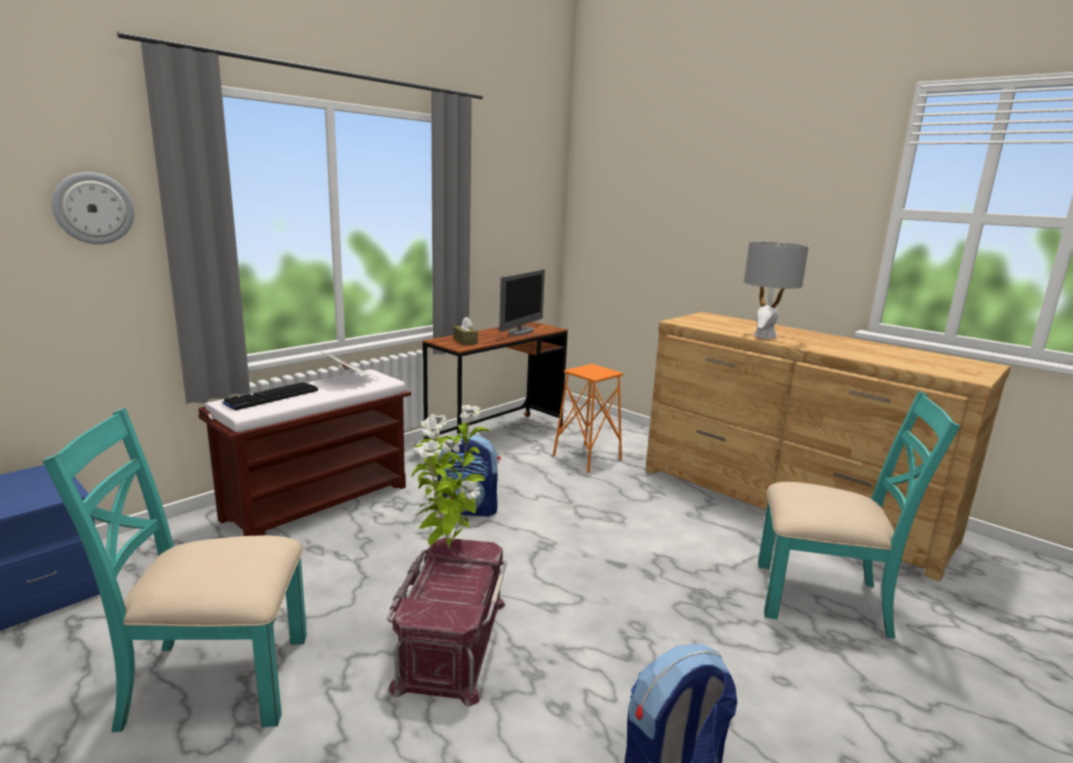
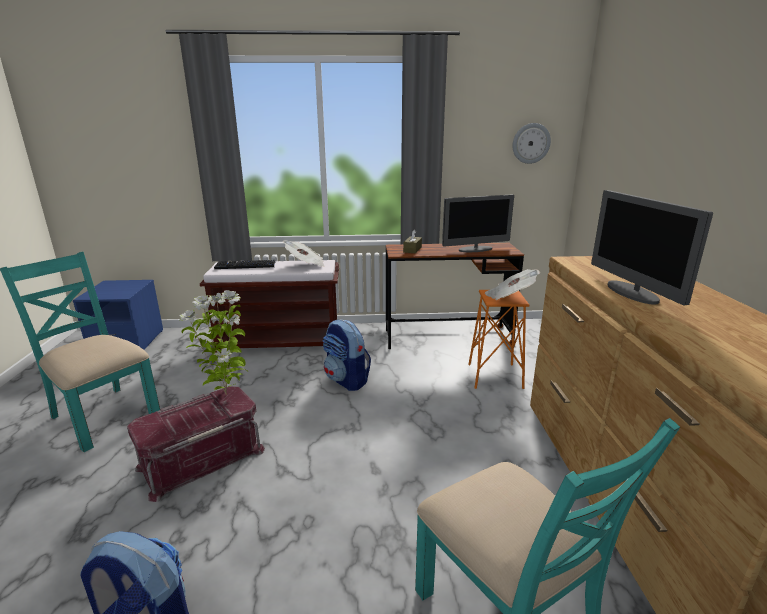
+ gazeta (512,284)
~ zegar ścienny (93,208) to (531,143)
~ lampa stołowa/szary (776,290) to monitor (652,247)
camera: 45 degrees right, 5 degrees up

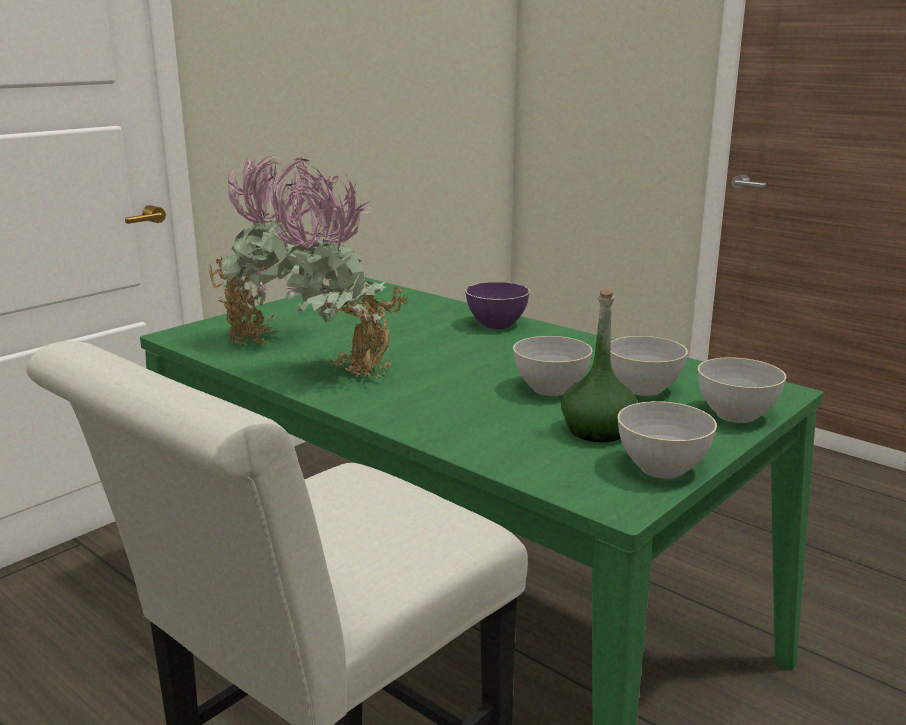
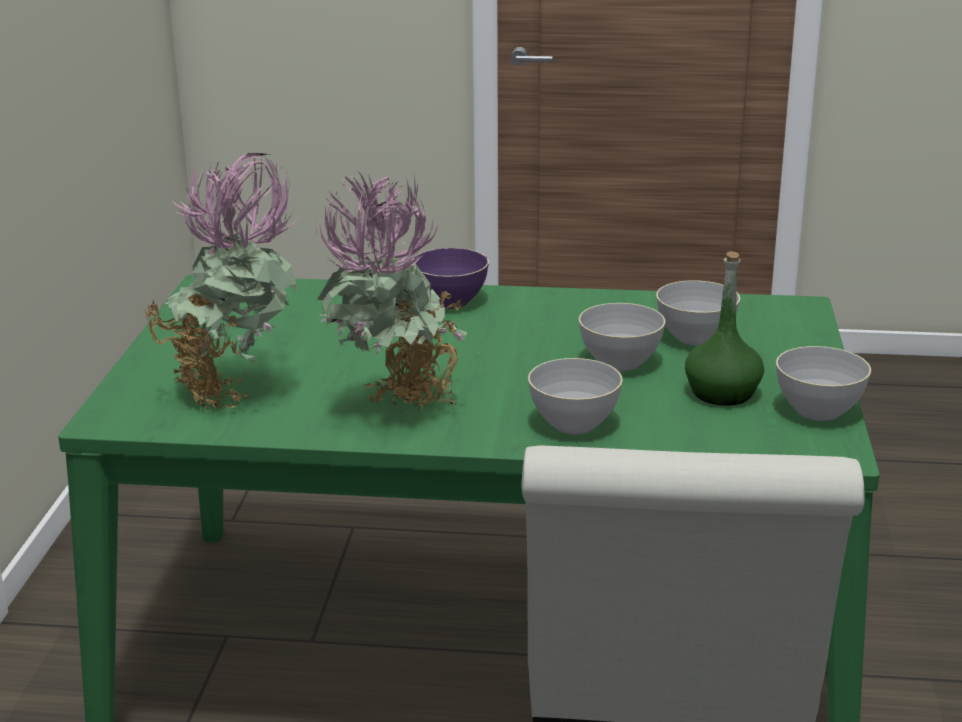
~ miska/szary (742,390) to (575,396)
camera: 35 degrees left, 5 degrees up

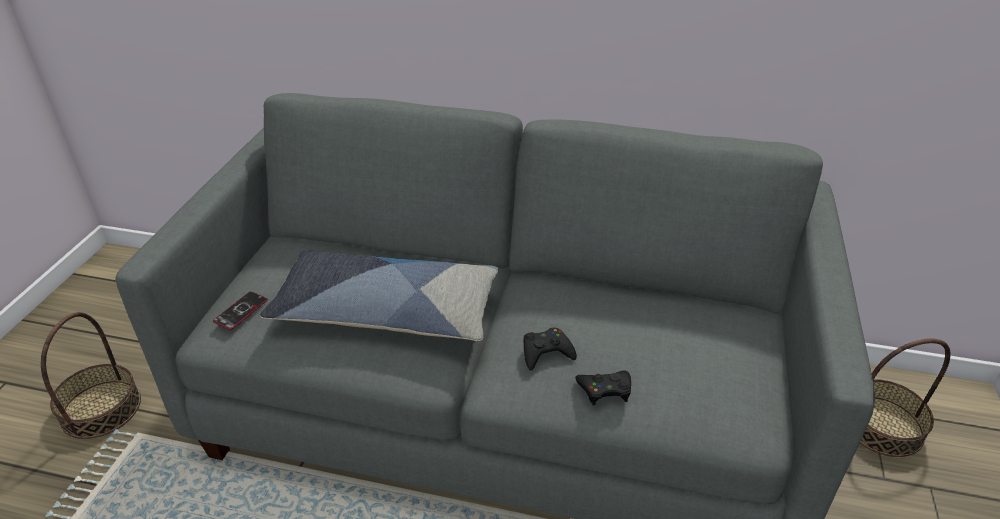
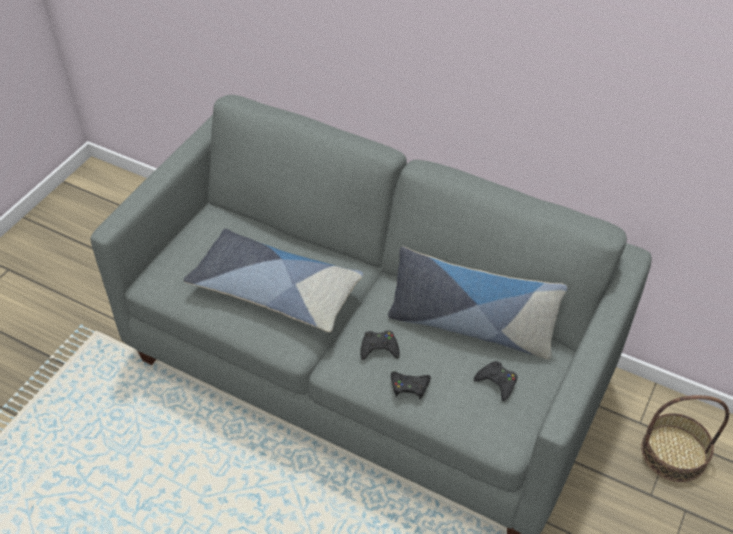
+ poduszka (478,302)
+ pad do gier/czarny (496,381)
- koszyk (91,375)
- telefon (240,310)
camera: 15 degrees right, 10 degrees up

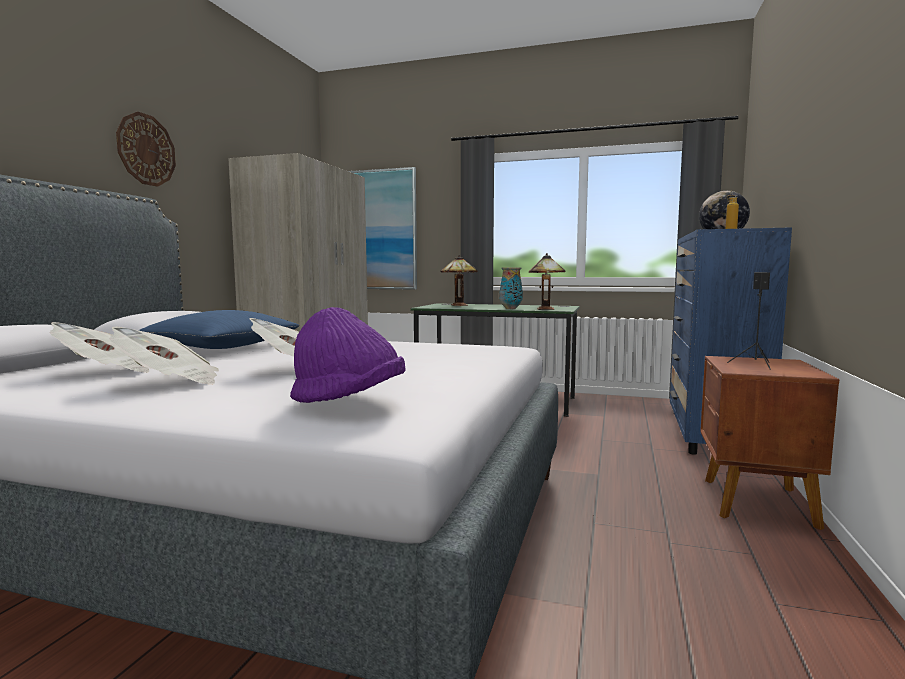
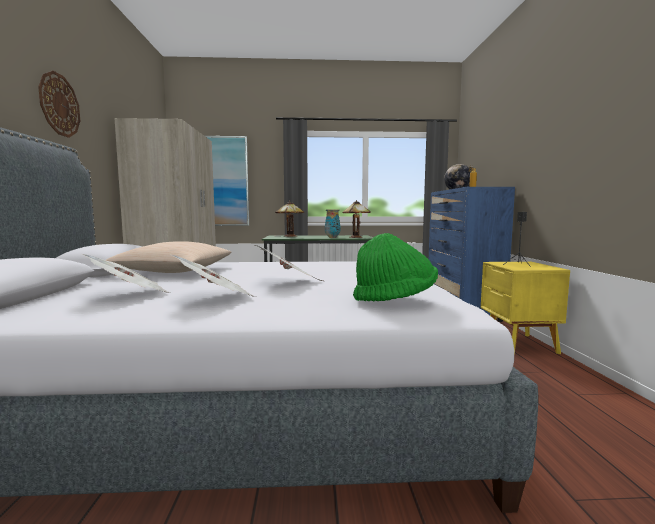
~ poduszka/niebieski (219,329) to poduszka/beżowy (169,257)
~ kapelusz/fioletowy (348,355) to kapelusz/zielony (395,267)
~ szafka nocna/brązowy (769,443) to szafka nocna/żółty (525,308)
camera: 20 degrees left, 0 degrees up

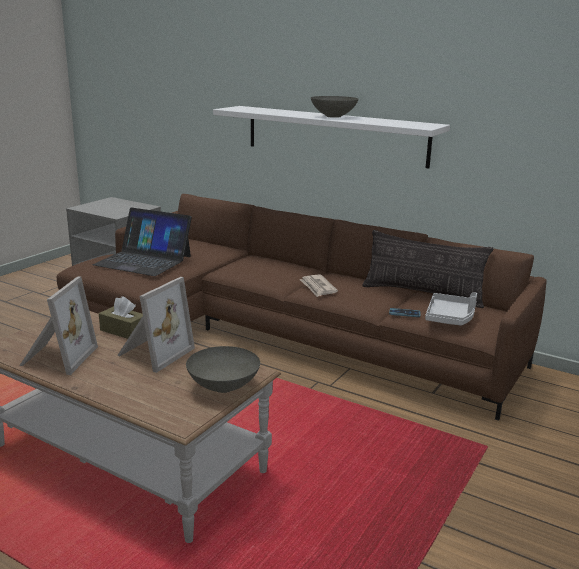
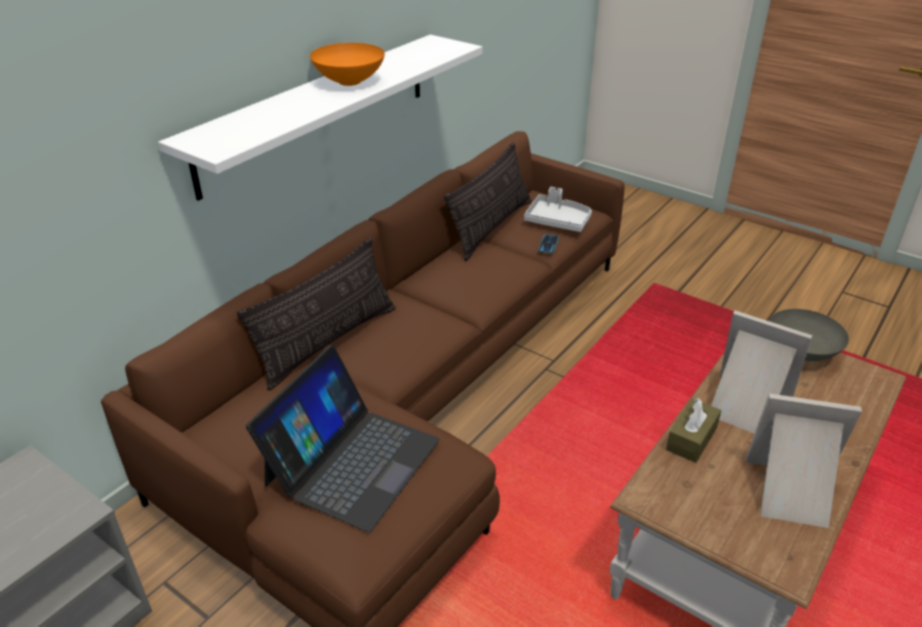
+ poduszka (316,313)
~ miska/szary (335,107) to miska/pomarańczowy (347,64)
- gazeta (319,285)
camera: 85 degrees left, 15 degrees up

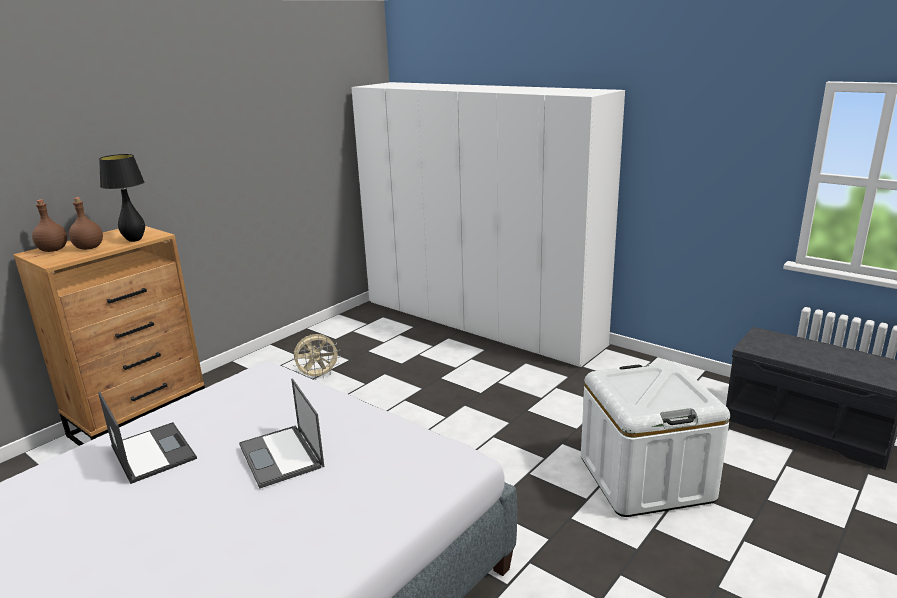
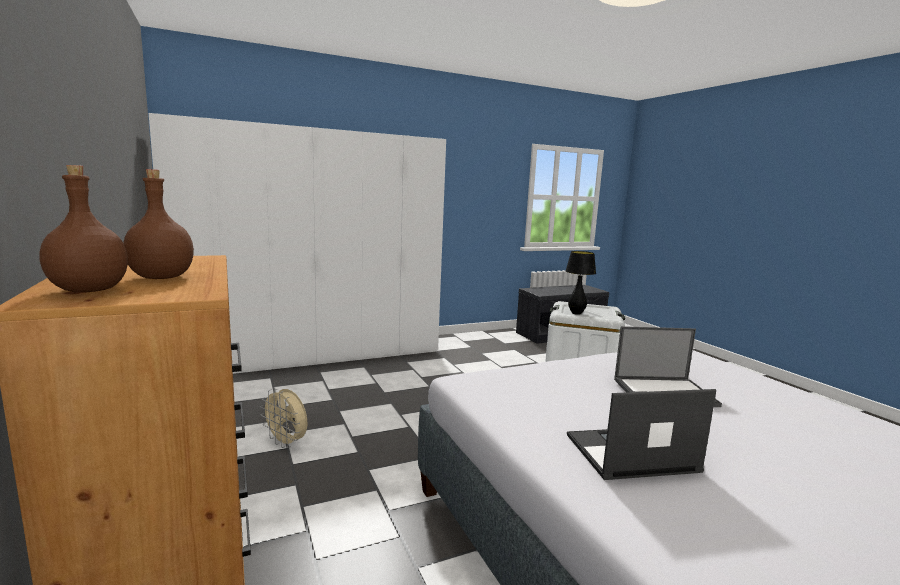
~ wentylator/beżowy (316,356) = (283,418) 120 degrees clockwise
~ lampa stołowa/czarny (122,198) to (581,283)
camera: 65 degrees left, 10 degrees down

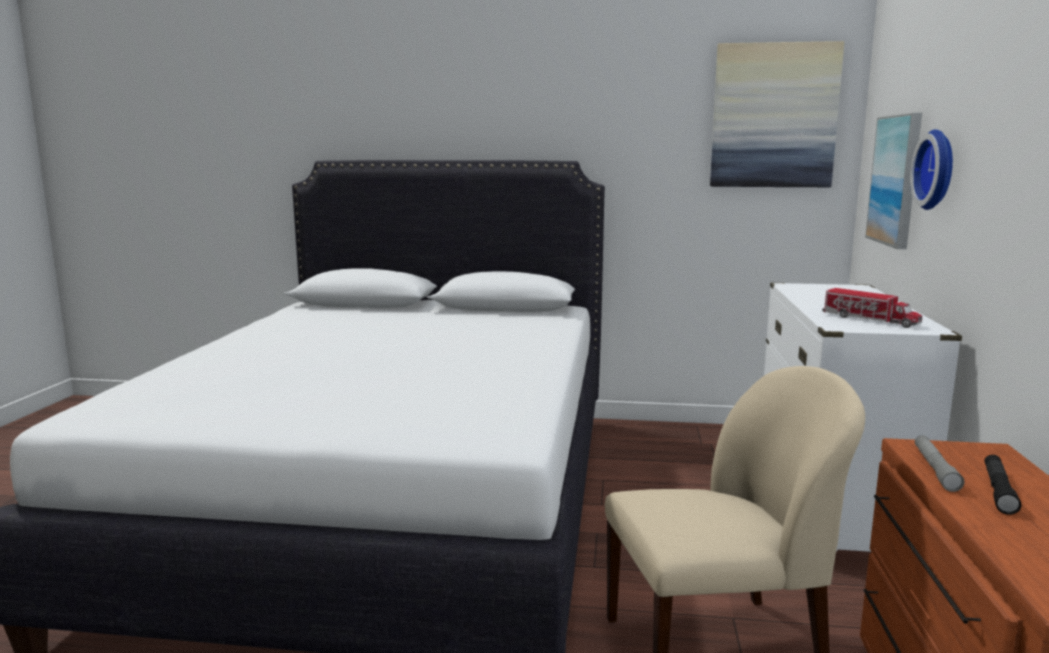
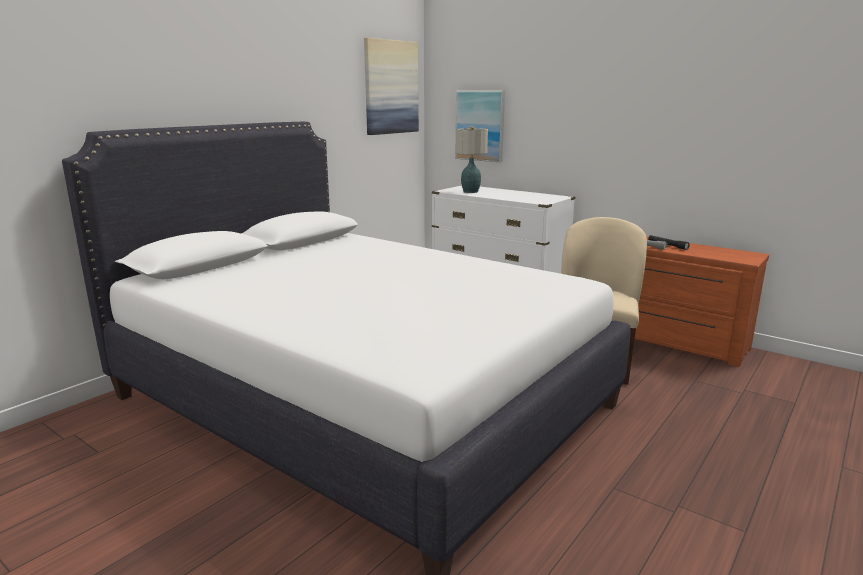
+ lampa stołowa (472,160)
- ciężarówka zabawkowa (872,308)
- zegar ścienny (931,169)
camera: 60 degrees left, 5 degrees up

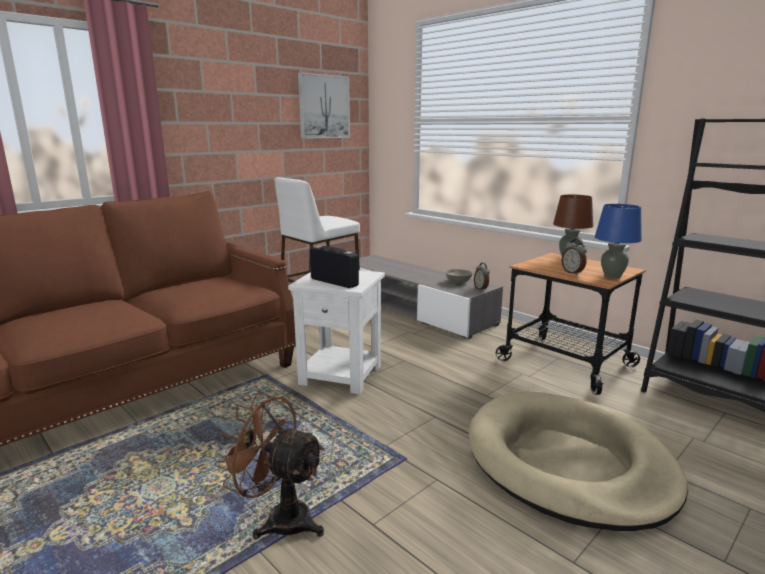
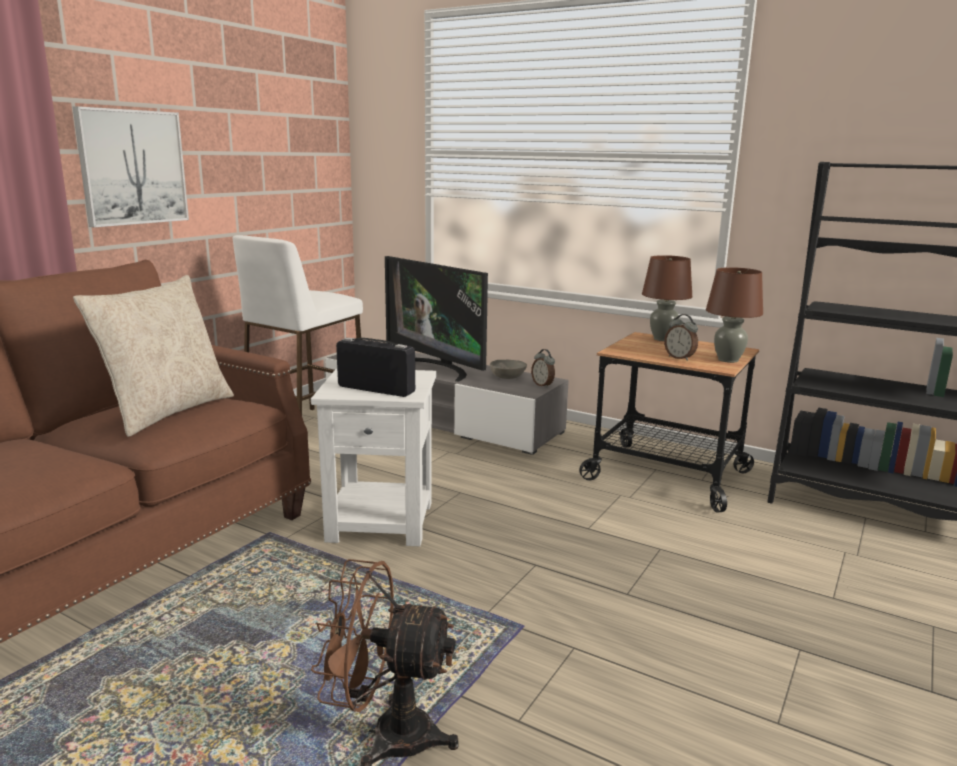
~ obraz (324,105) to (131,166)
+ poduszka/beżowy (153,356)
+ telewizor (436,319)
~ lampa stołowa/niebieski (618,241) to lampa stołowa/brązowy (734,315)
- legowisko/beżowy (578,461)
camera: 15 degrees left, 0 degrees up

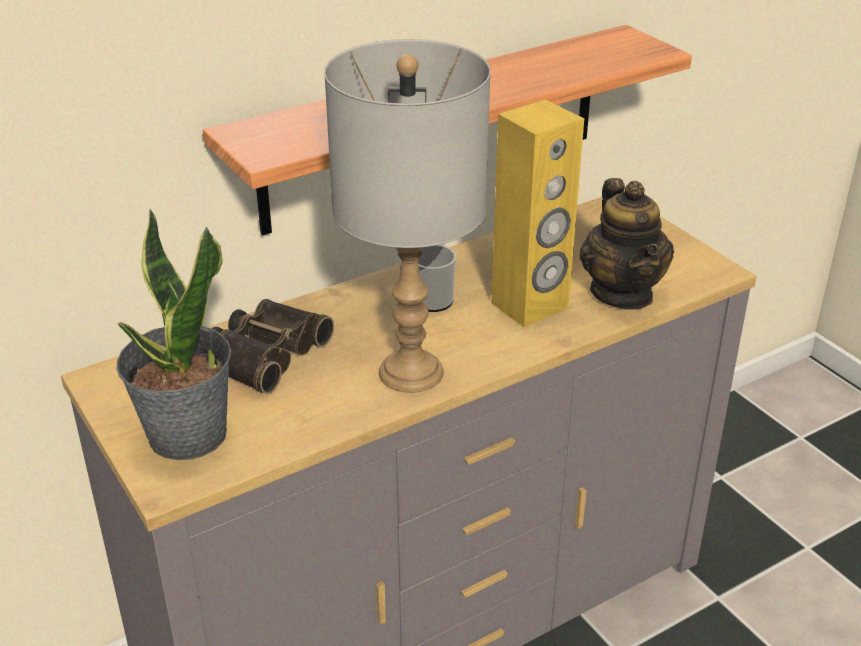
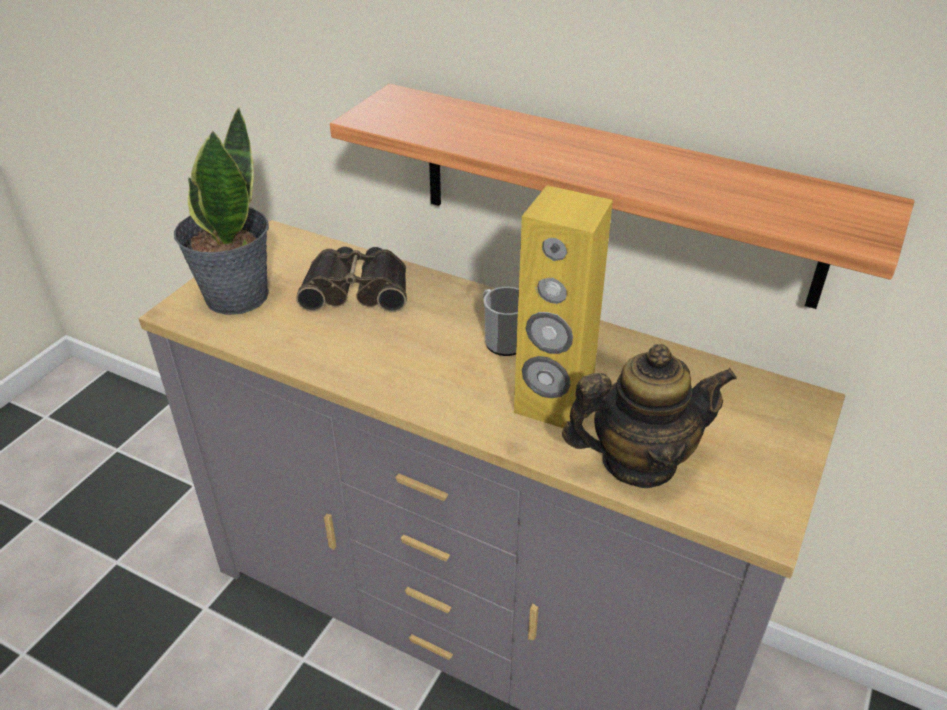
~ imbryk (627,244) = (649,416) 150 degrees counterclockwise
- lampa stołowa/szary (407,216)
camera: 60 degrees right, 5 degrees up

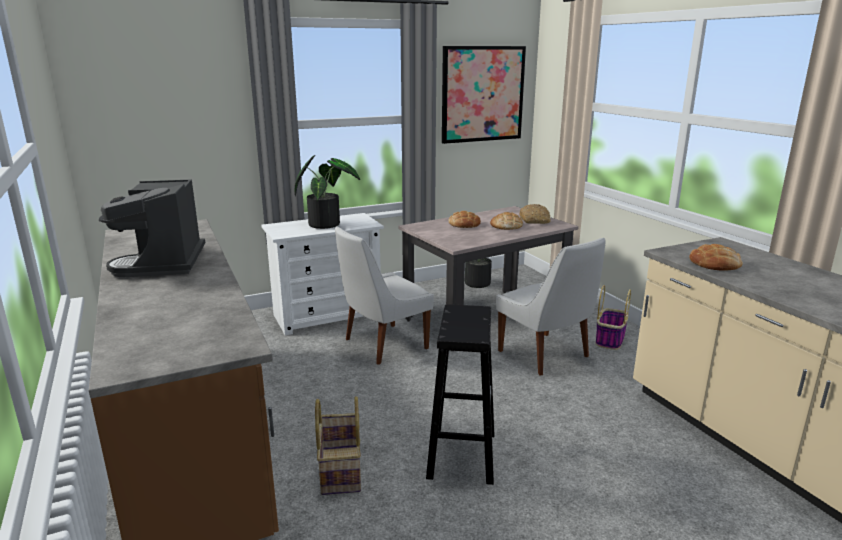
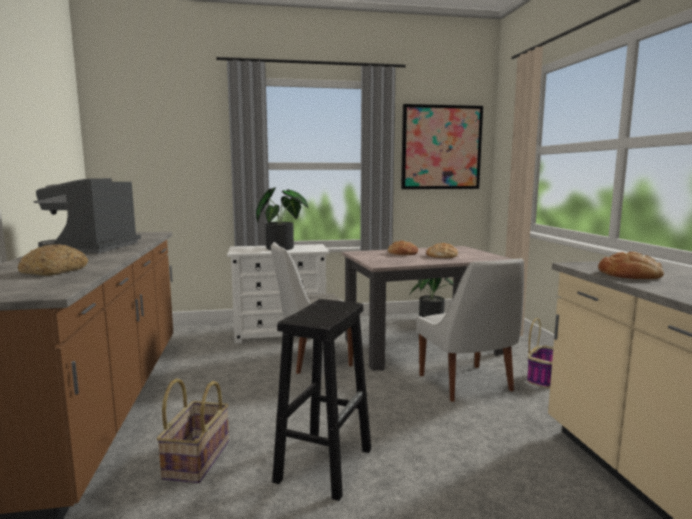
~ chleb (535,214) to (53,260)
camera: 15 degrees right, 10 degrees down

